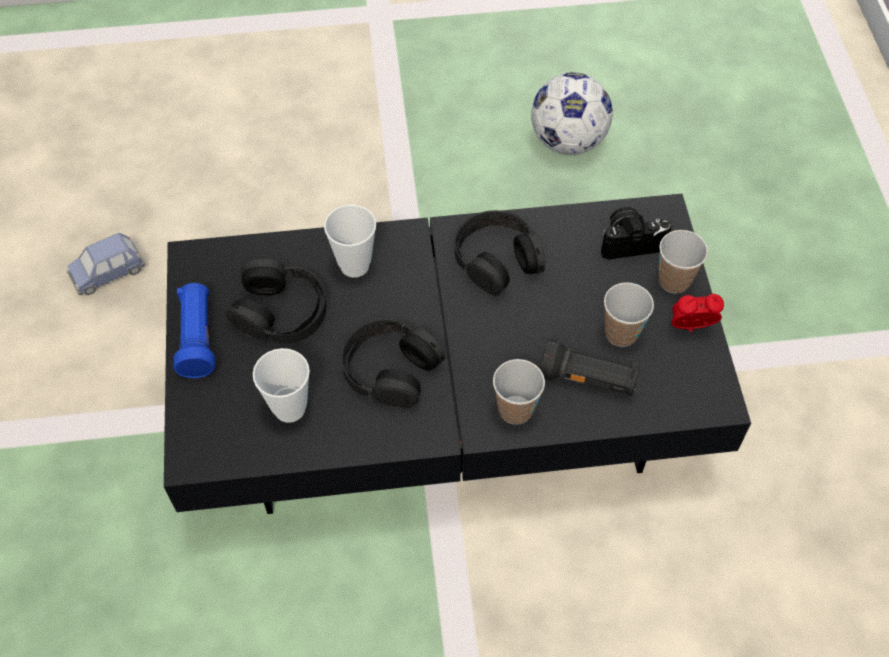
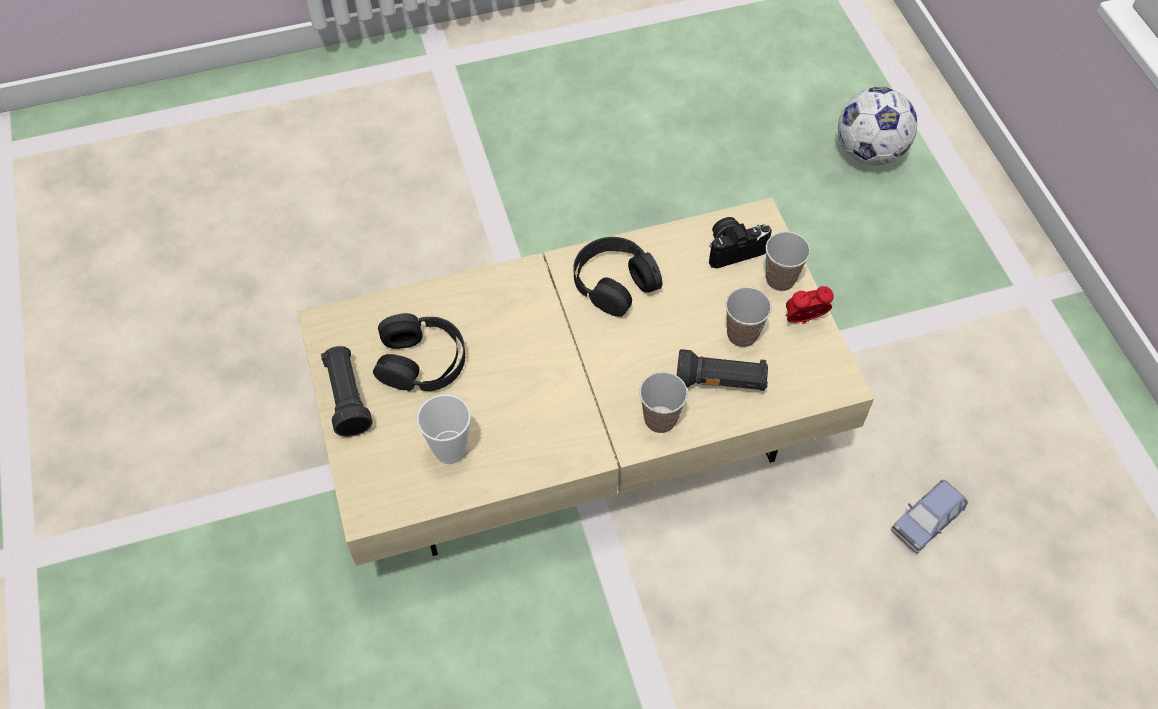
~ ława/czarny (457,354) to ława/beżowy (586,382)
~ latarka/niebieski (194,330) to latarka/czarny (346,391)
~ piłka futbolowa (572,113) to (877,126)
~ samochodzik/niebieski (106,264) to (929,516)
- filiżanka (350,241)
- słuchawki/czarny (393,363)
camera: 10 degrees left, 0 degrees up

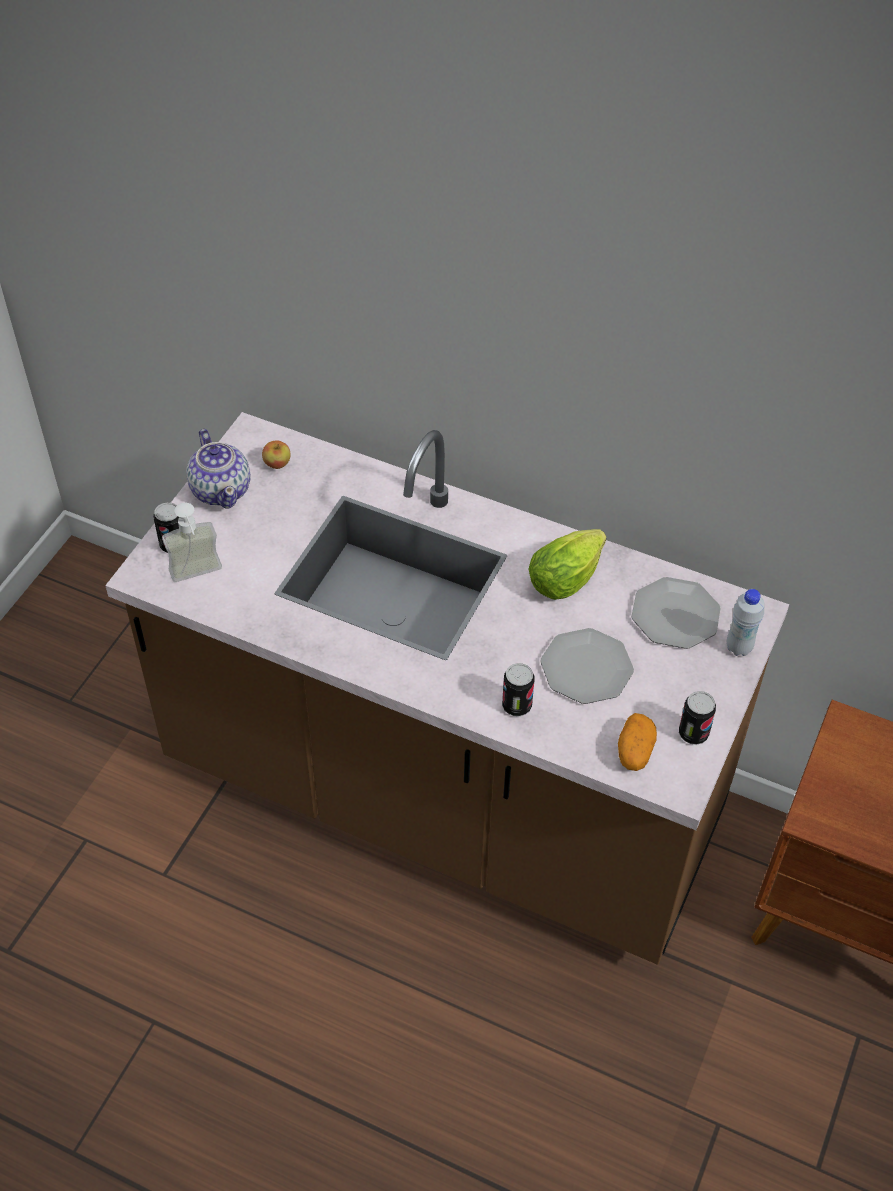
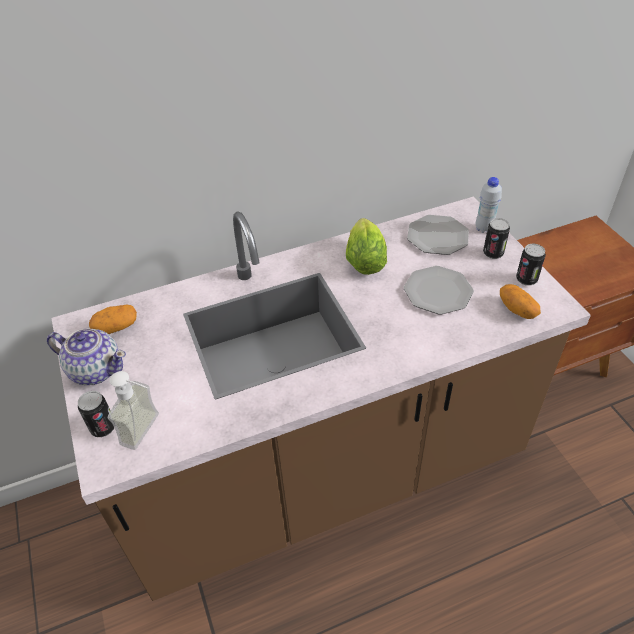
~ jabłko (276,455) to ziemniak (113,319)
~ puszka (518,689) to (496,238)
camera: 45 degrees left, 5 degrees down

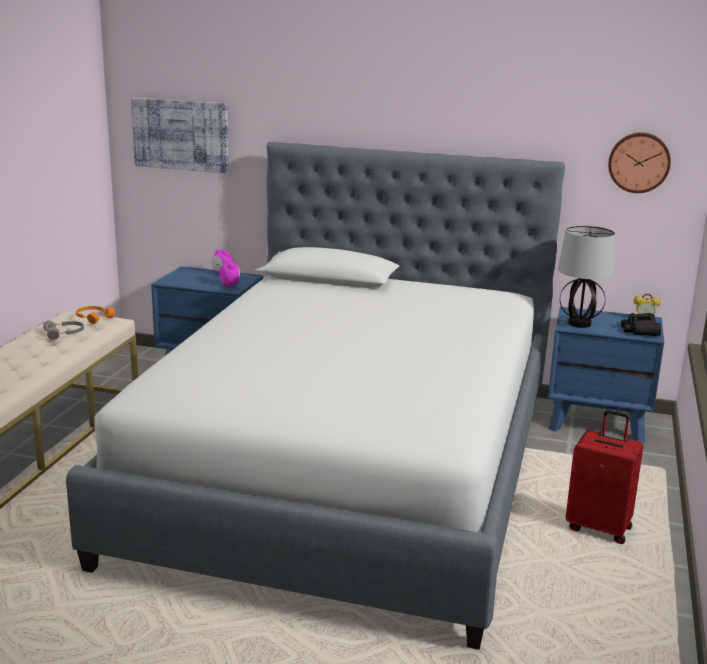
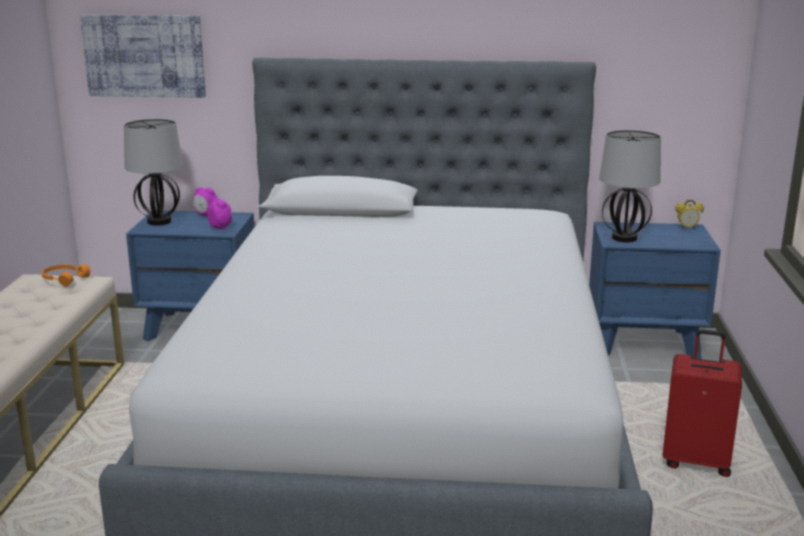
+ lampa stołowa (153,172)
- słuchawki/szary (63,330)
- zegar ścienny (639,163)
- lornetka/czarny (641,324)
camera: 10 degrees left, 0 degrees up

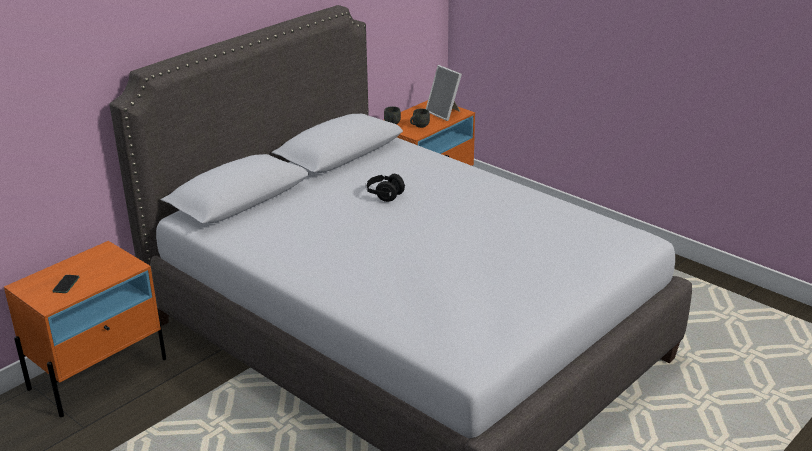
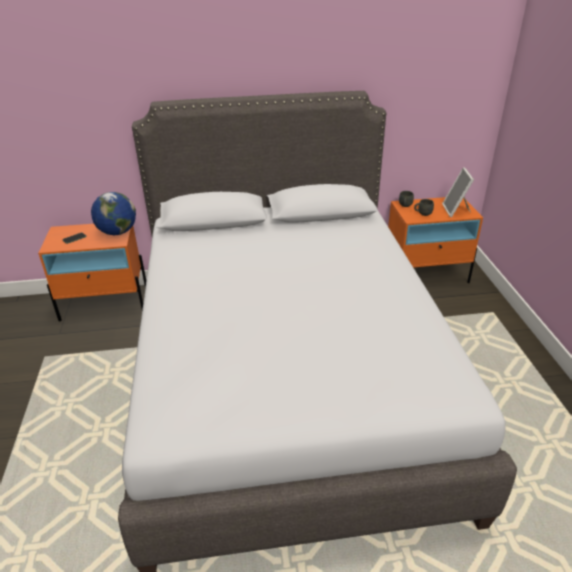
+ globus (113,213)
- słuchawki/czarny (386,188)
camera: 40 degrees right, 5 degrees up

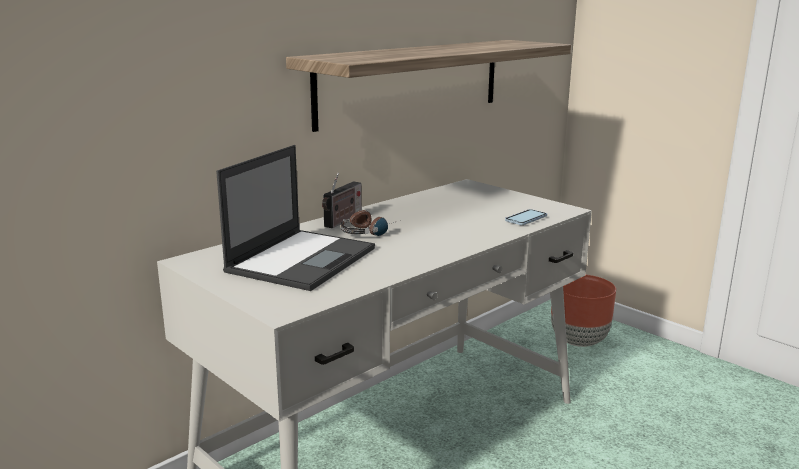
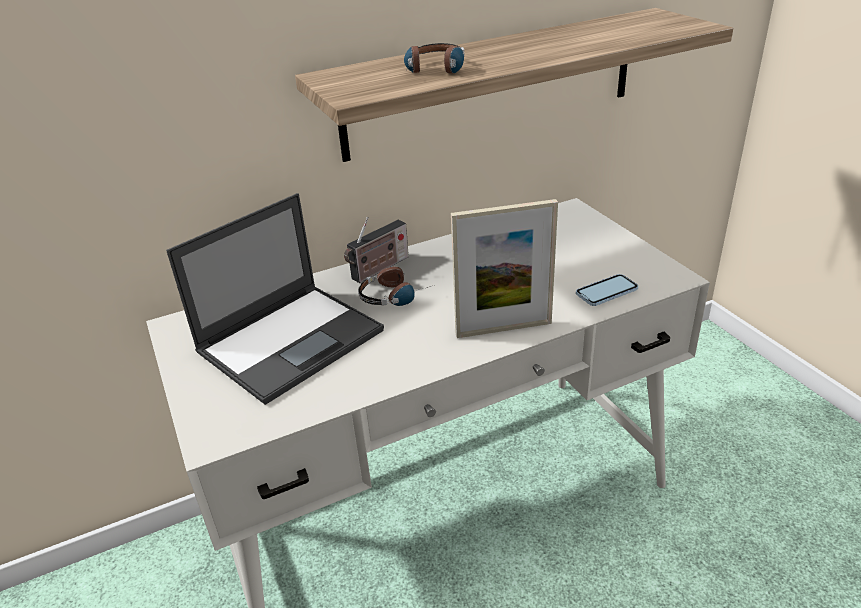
+ słuchawki (434,58)
+ ramka na zdjęcie (504,268)
- donica/brązowy (583,311)
camera: 20 degrees right, 15 degrees up

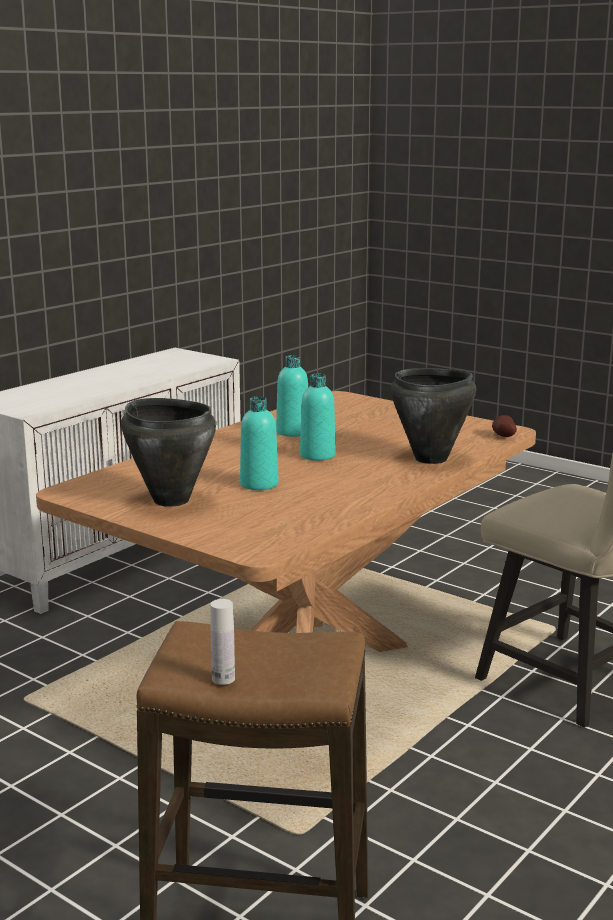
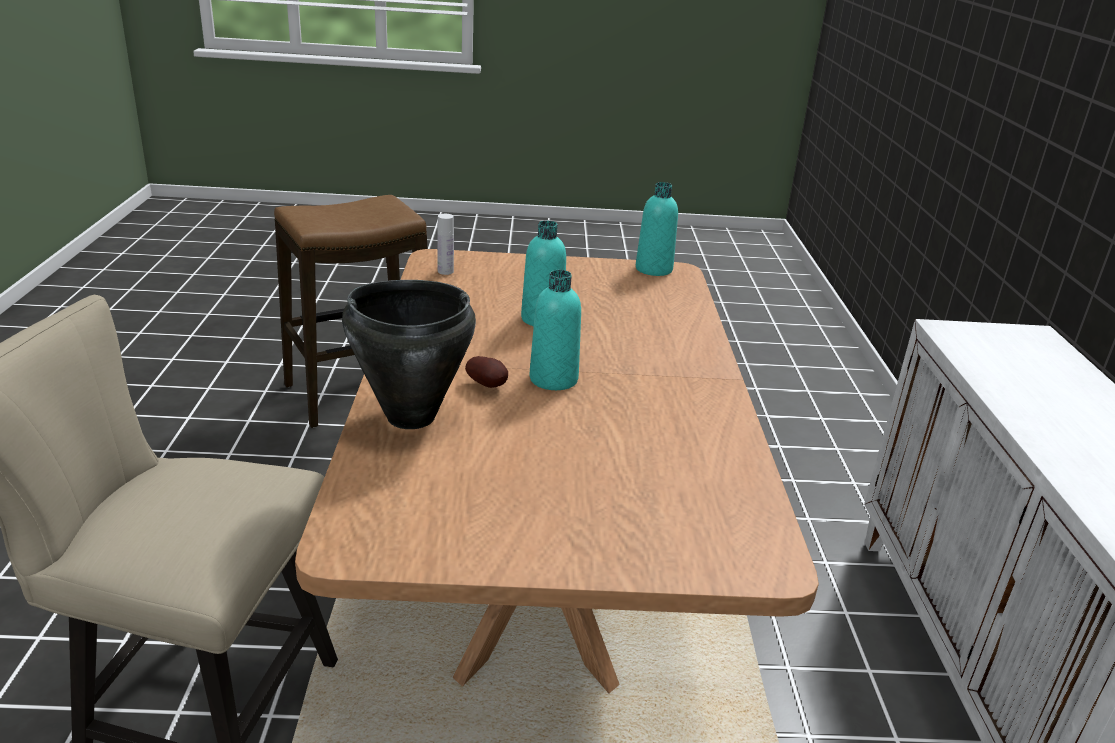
~ butelka/biały (222,642) to (445,244)
~ ziemniak (504,426) to (486,372)
~ butelka/turkusowy (292,396) to (657,229)
- garnek/czarny (168,452)
camera: 140 degrees right, 10 degrees up

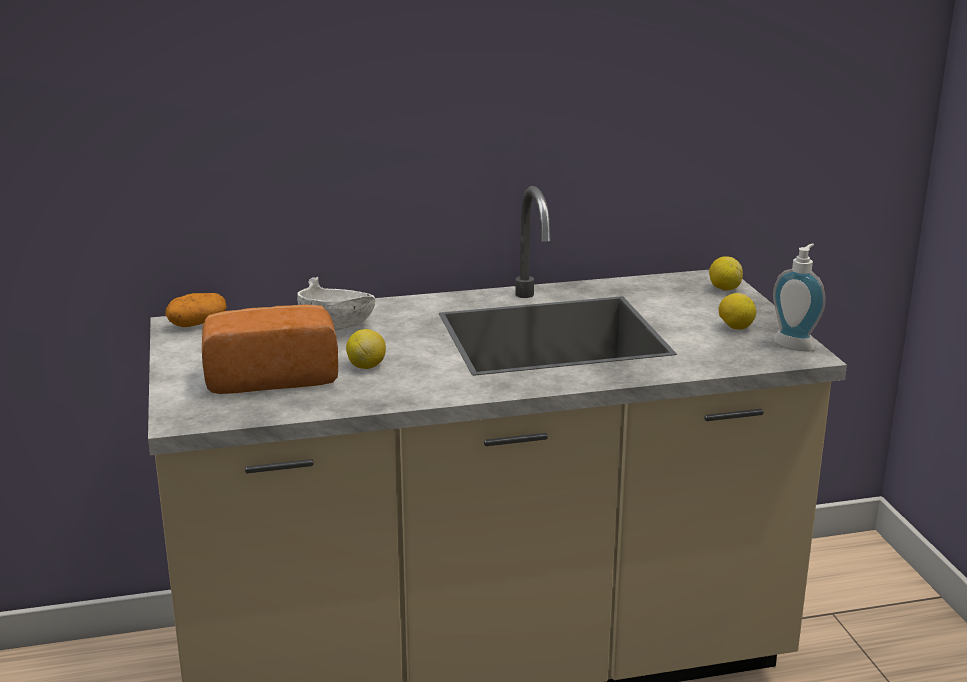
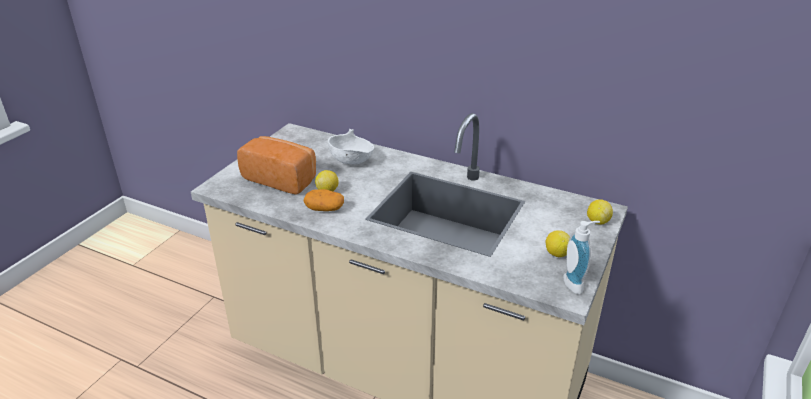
~ ziemniak (196,310) to (323,200)
camera: 40 degrees right, 10 degrees up

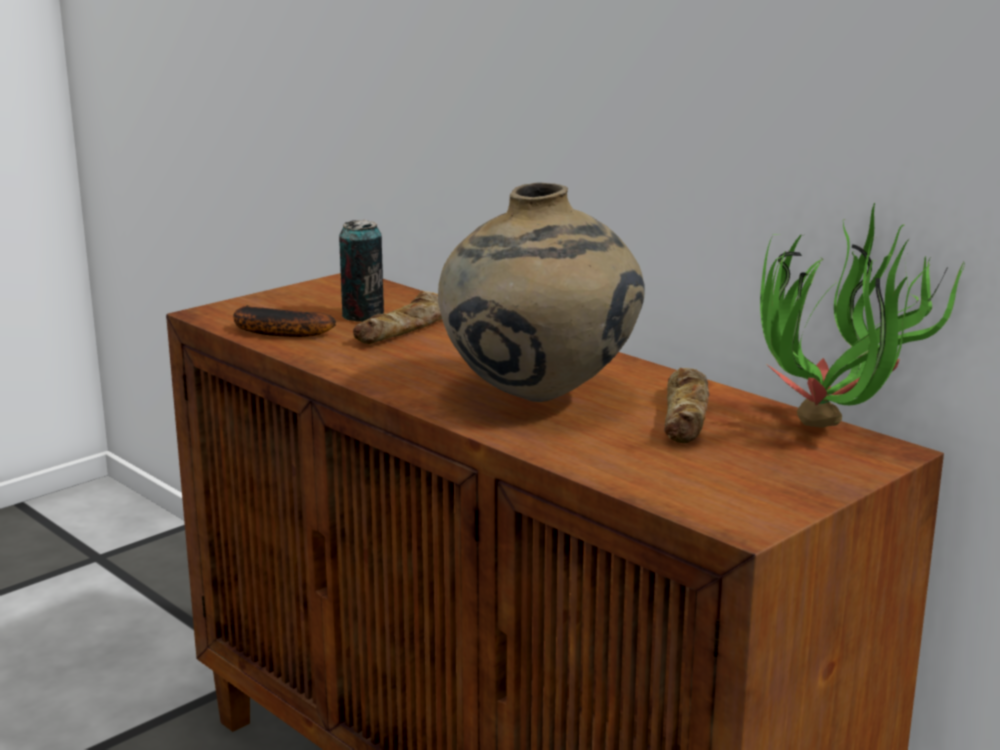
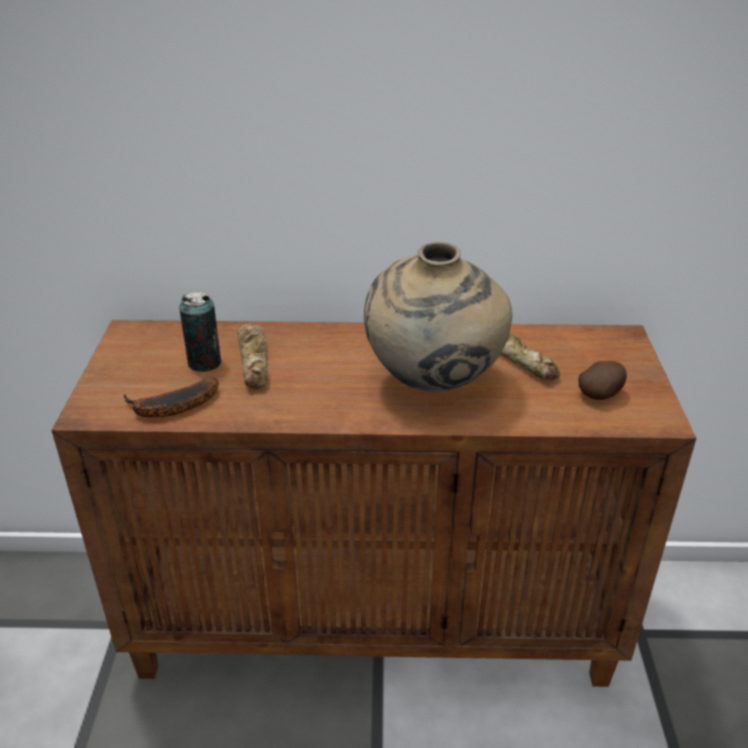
+ ziemniak (603,380)
- roślina doniczkowa (862,315)
camera: 45 degrees left, 15 degrees up

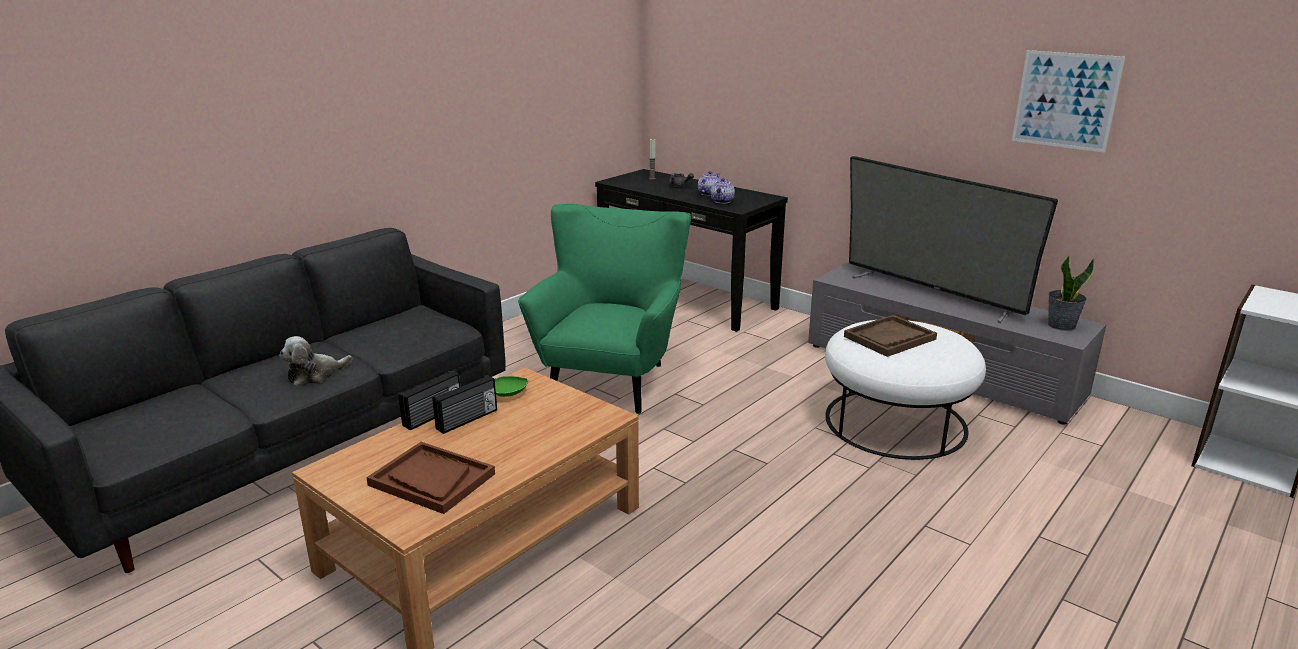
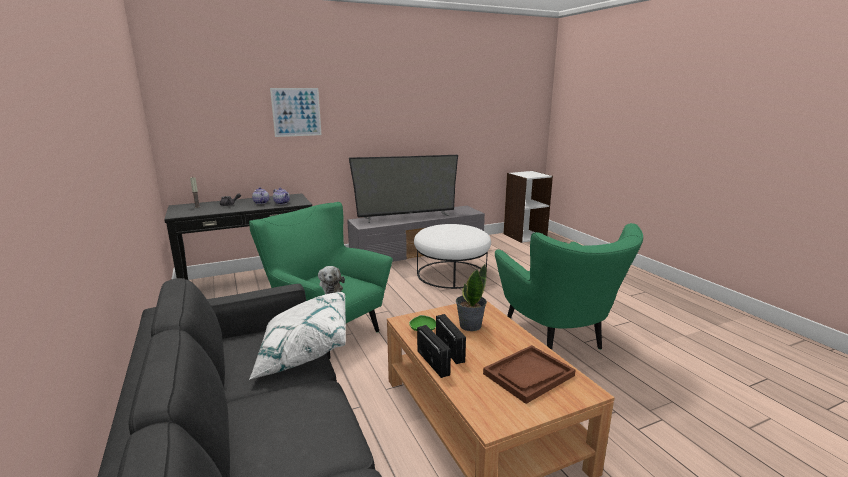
+ poduszka/biały (297,336)
~ obraz (1068,101) to (296,112)
~ pluszak (316,361) to (331,280)
~ roślina doniczkowa (1071,293) to (471,297)
+ fotel/zielony (569,286)
- taca/brązowy (890,336)
camera: 65 degrees left, 5 degrees down

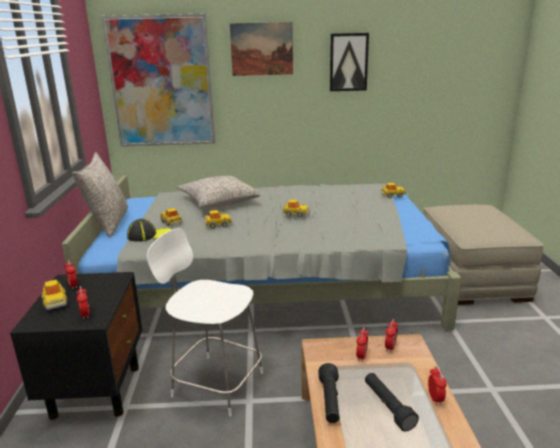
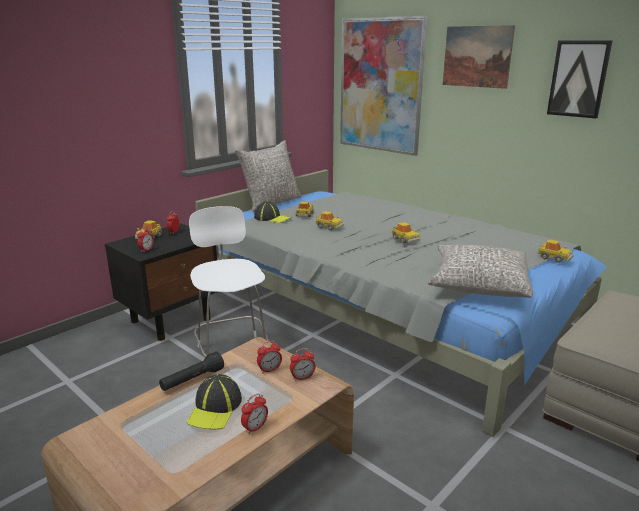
~ latarka/czarny (392,402) to czapka z daszkiem (214,402)
~ poduszka/szary (218,192) to (480,271)
camera: 45 degrees right, 0 degrees up

